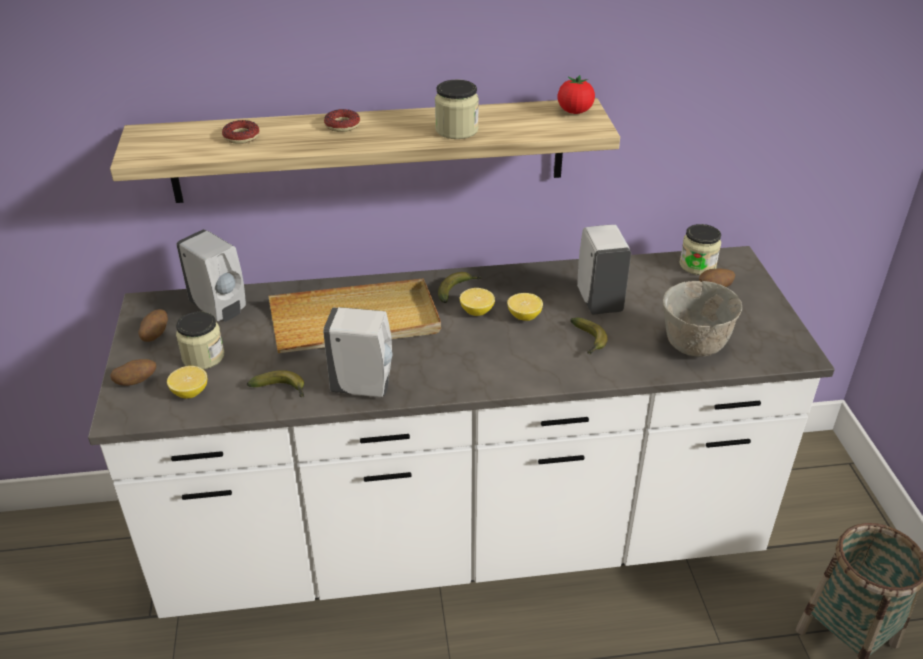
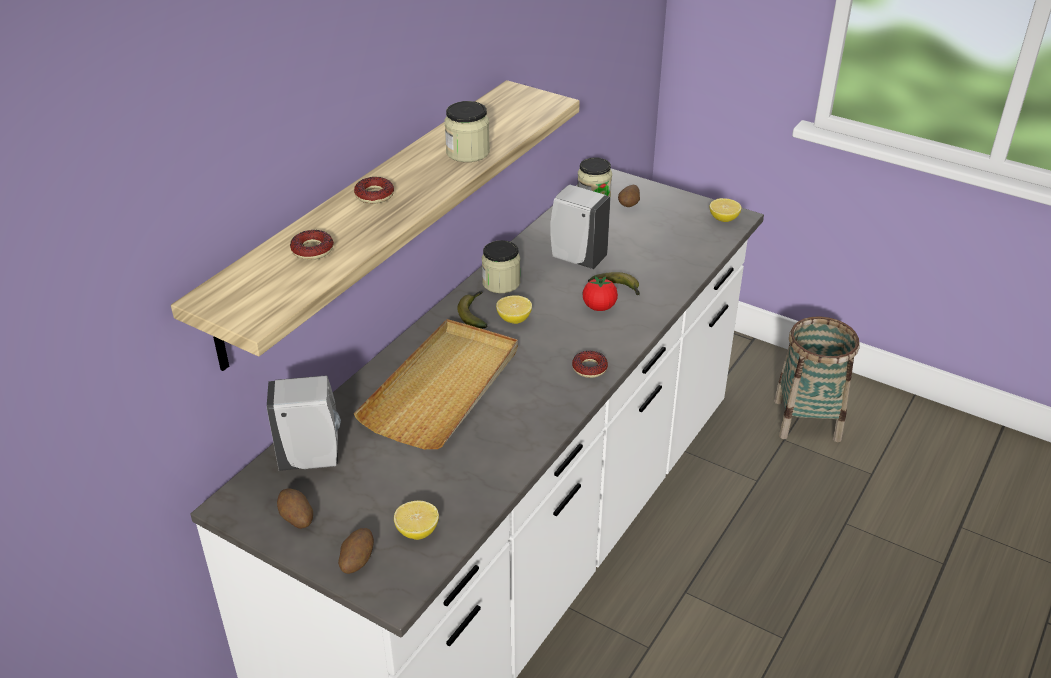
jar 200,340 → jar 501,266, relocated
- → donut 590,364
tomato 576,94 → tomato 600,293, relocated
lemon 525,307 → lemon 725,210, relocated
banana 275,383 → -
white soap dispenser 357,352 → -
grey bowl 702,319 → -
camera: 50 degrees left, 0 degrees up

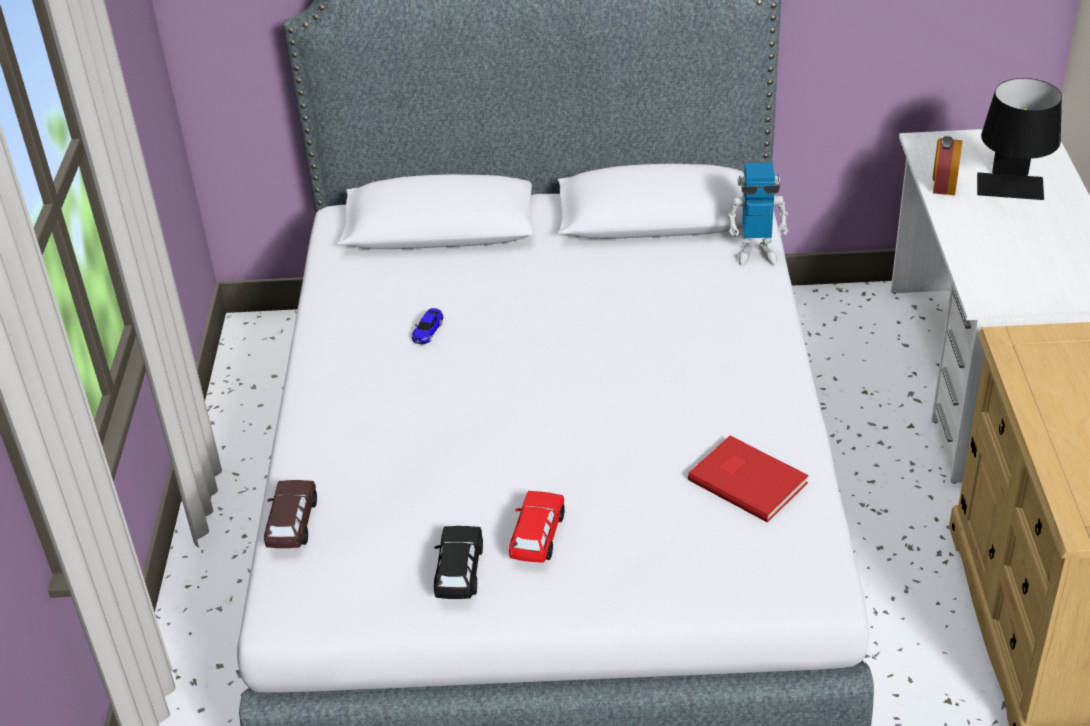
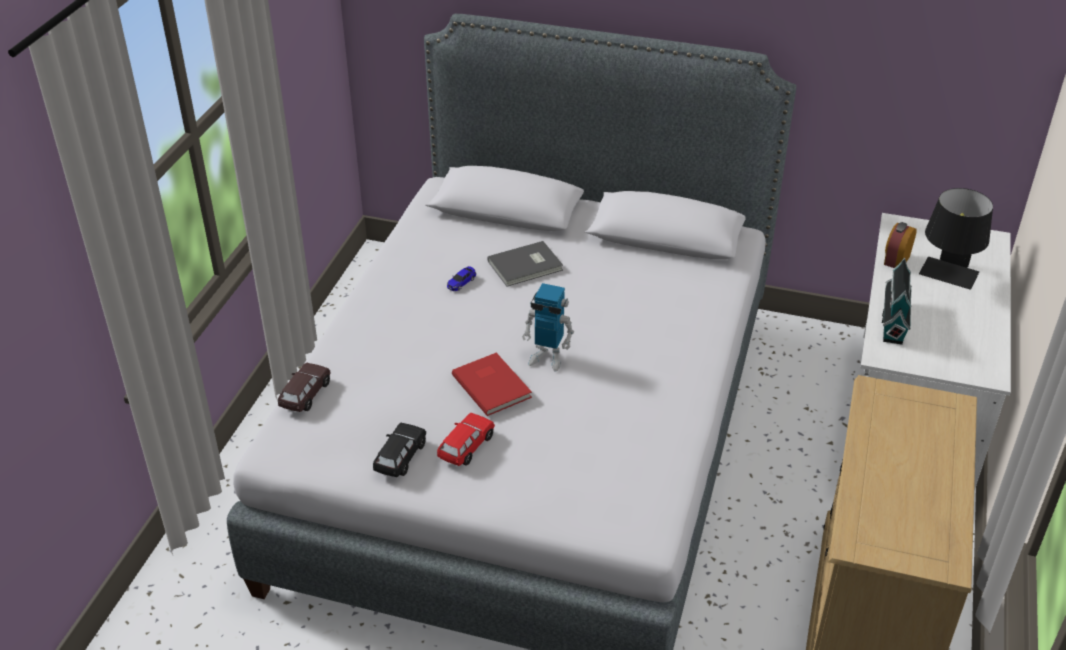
red book 748,479 → red book 492,384, relocated
- → grey book 525,263
toy robot 757,214 → toy robot 548,327, relocated
- → toy house 897,301
camera: 15 degrees right, 0 degrees up

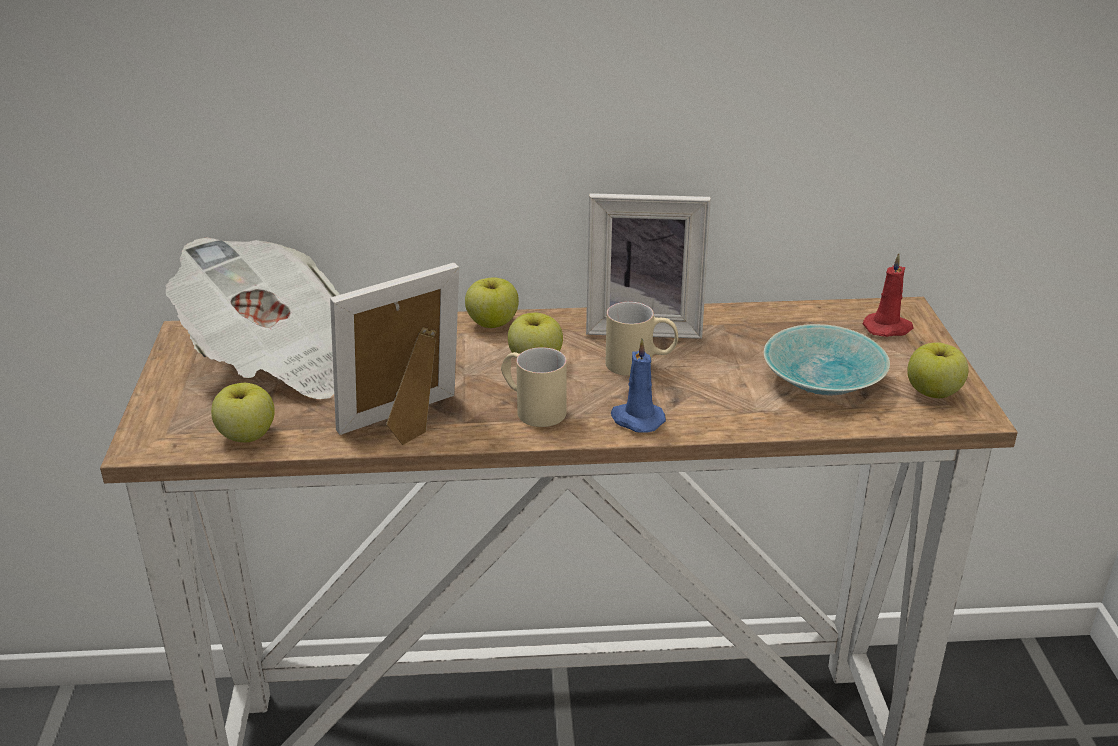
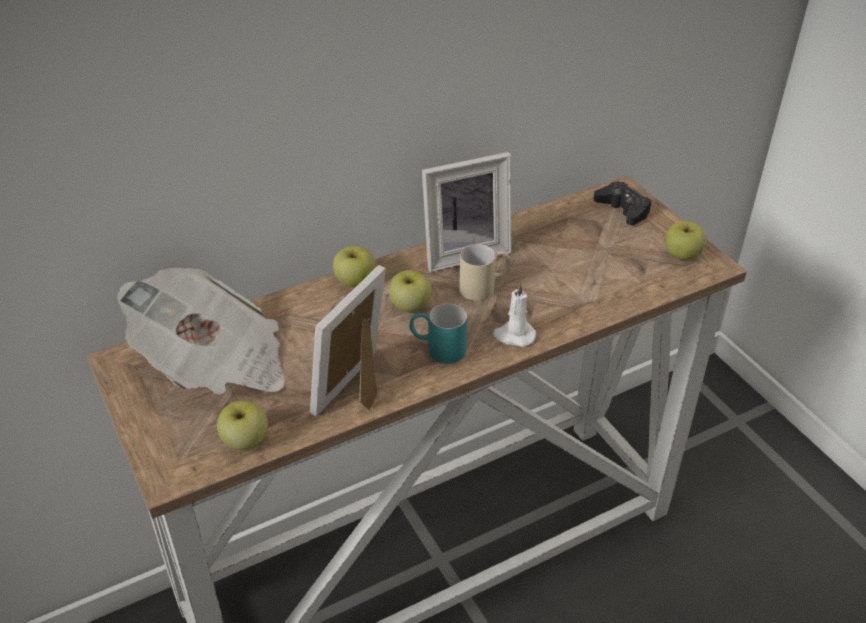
beige mug 534,387 → turquoise mug 438,333
blue candle 638,385 → white candle 514,314
red candle 888,295 → black game controller 622,203
turquoise bowl 827,360 → -
camera: 25 degrees left, 10 degrees up

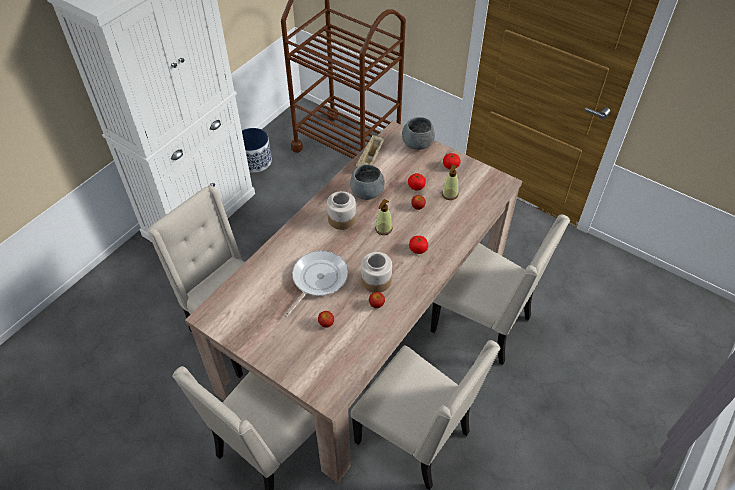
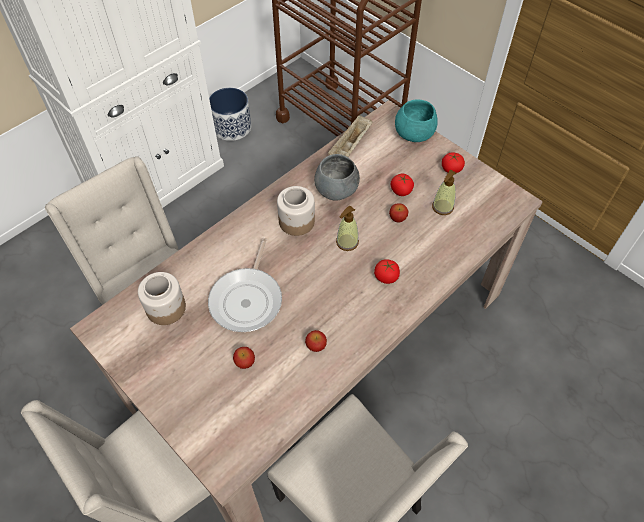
jar 376,272 → jar 162,298, relocated
frying pan 316,284 → frying pan 245,285, 150 degrees clockwise
grey bowl 418,133 → turquoise bowl 416,120
beige chair 500,289 → -
camera: 10 degrees right, 5 degrees up

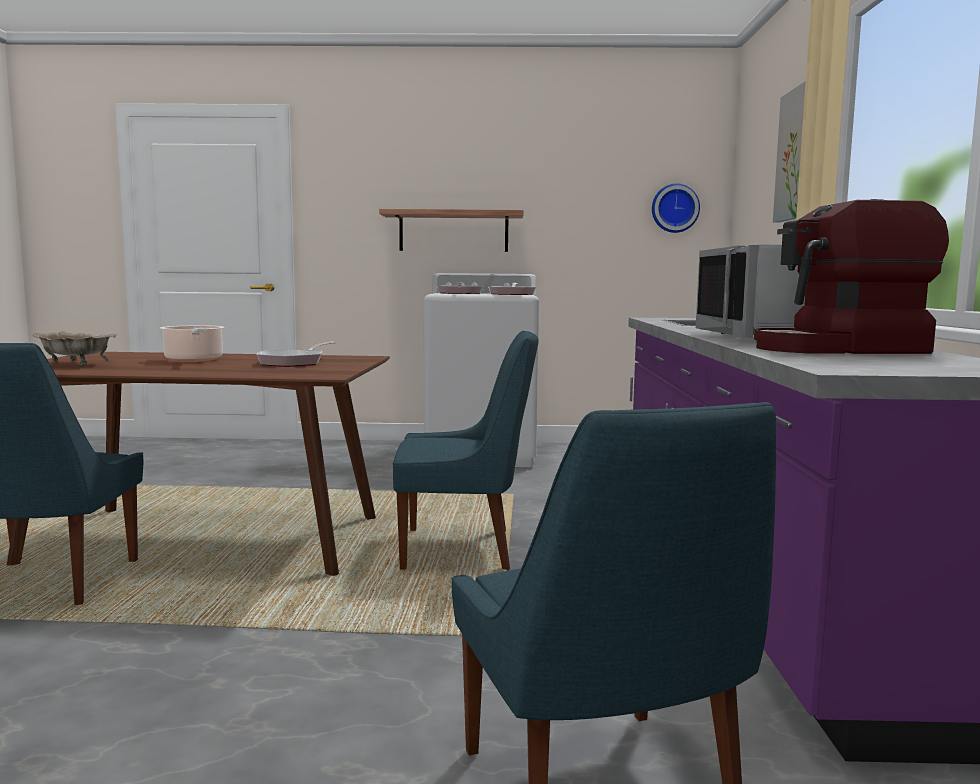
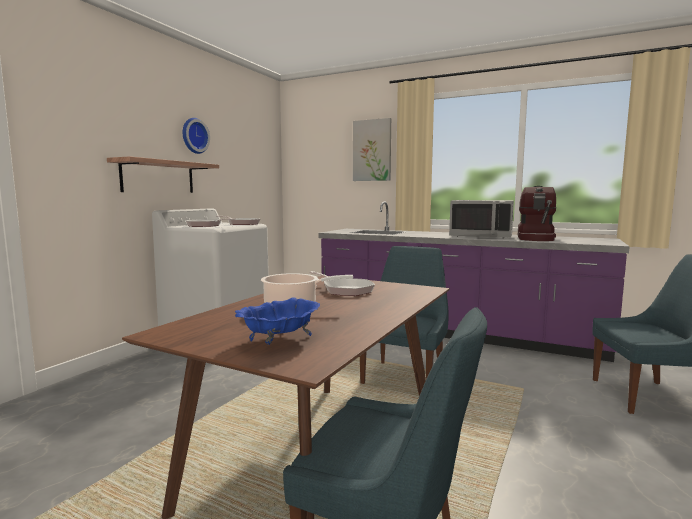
wall clock 676,208 → wall clock 196,136, relocated
beige bowl 75,348 → blue bowl 277,321
camera: 65 degrees left, 0 degrees up

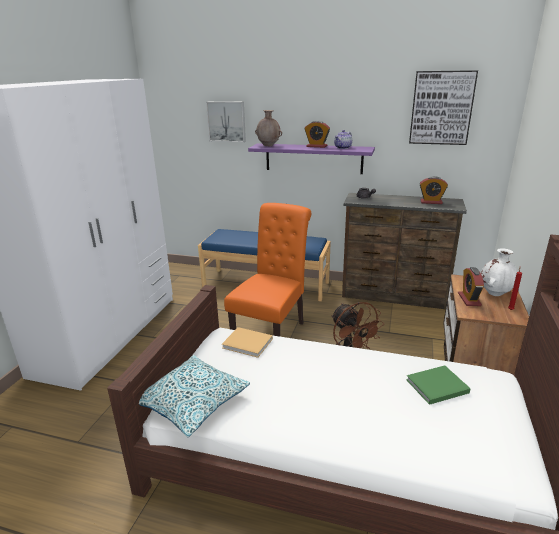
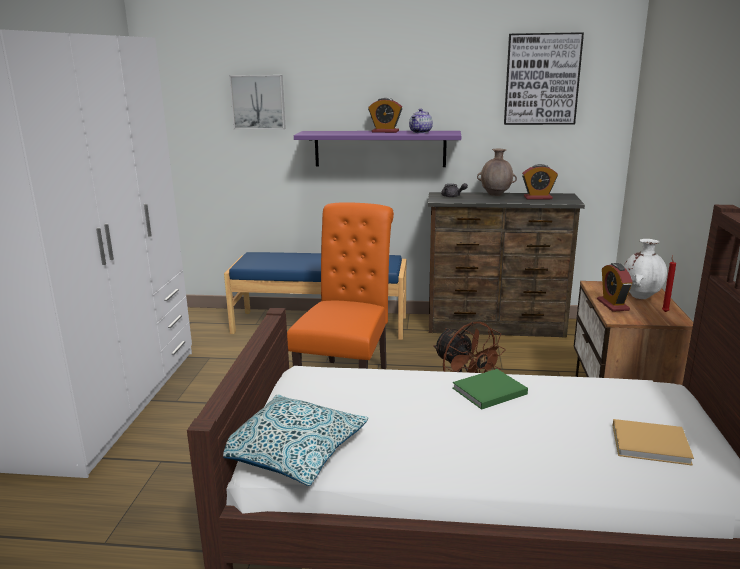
green book 438,385 → green book 490,389, relocated
brown vase 268,128 → brown vase 497,172, relocated
beige book 247,342 → beige book 653,442, relocated
camera: 10 degrees left, 5 degrees down

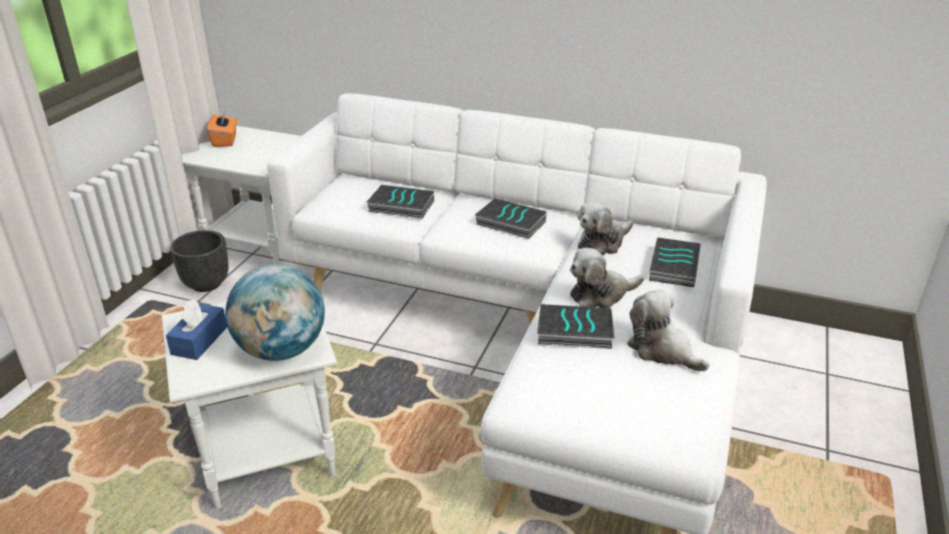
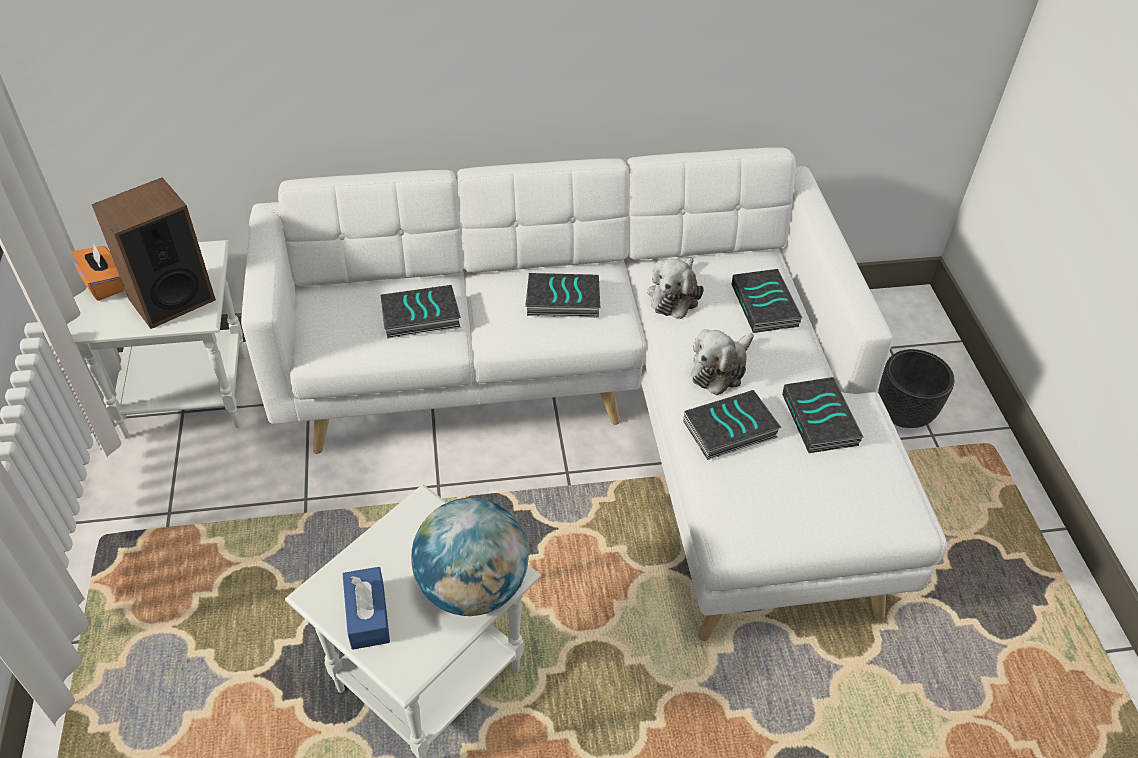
- → speaker 154,253
plush toy 668,330 → book 823,415
black planter 199,261 → black planter 916,388, relocated
camera: 30 degrees left, 15 degrees up

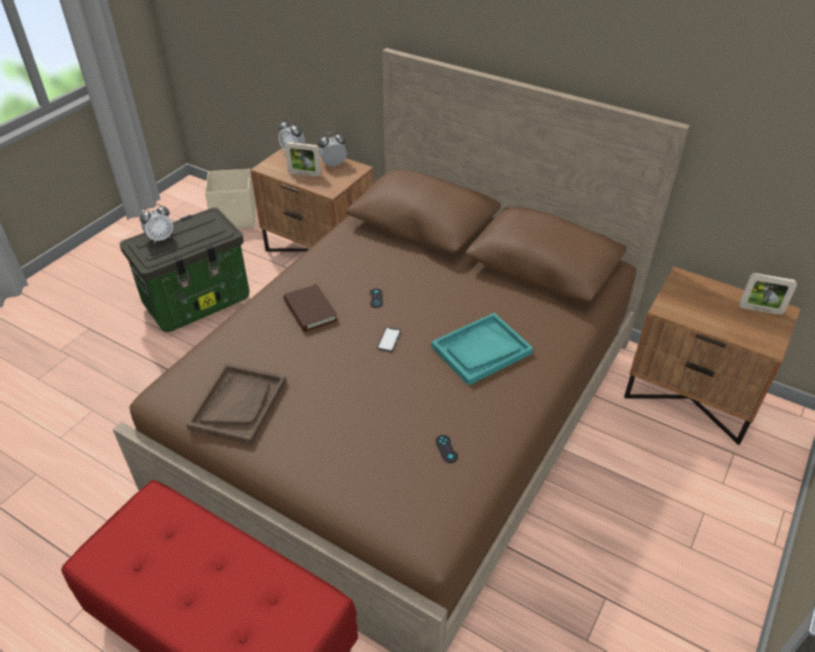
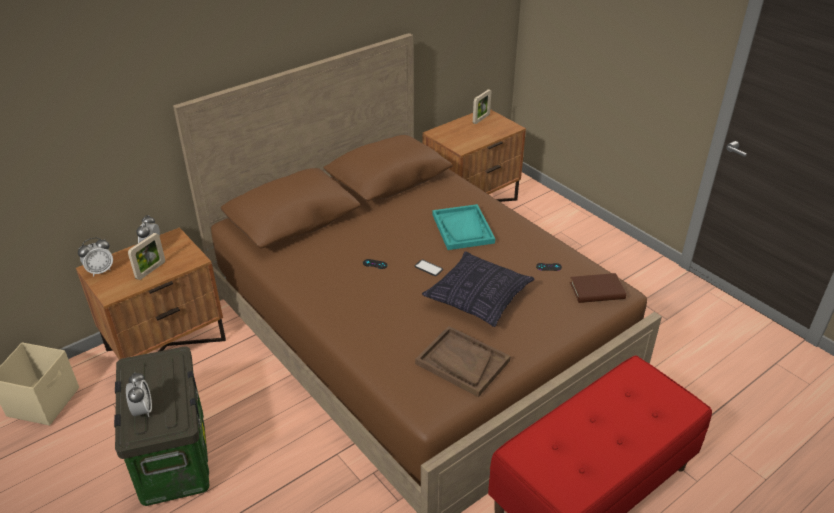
- → pillow 478,289
brown book 310,308 → brown book 598,288, relocated
camera: 70 degrees left, 5 degrees down

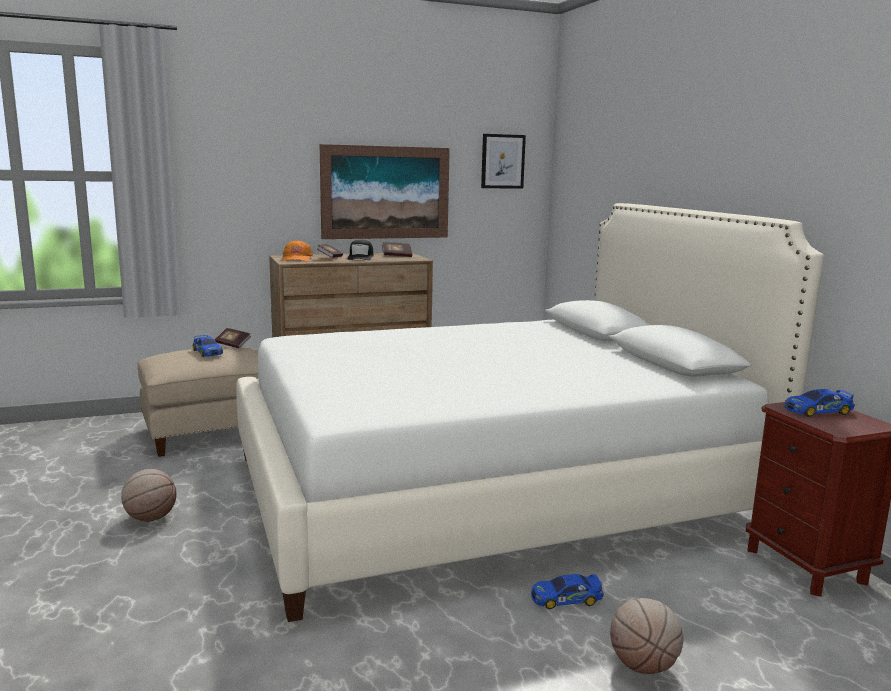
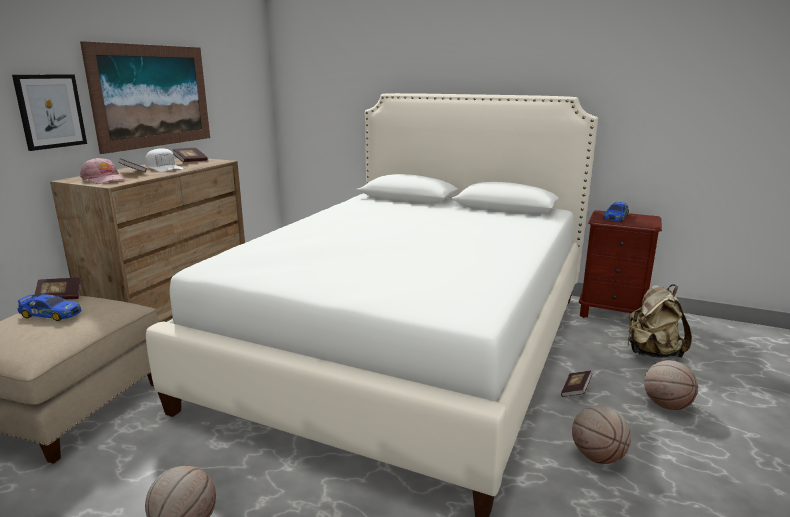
picture 503,161 → picture 49,112, relocated
orange cap 298,250 → pink cap 102,170
black cap 360,250 → white cap 164,160
toy car 567,591 → book 576,384
- → basketball 601,434
- → beige backpack 659,321
camera: 45 degrees left, 5 degrees up

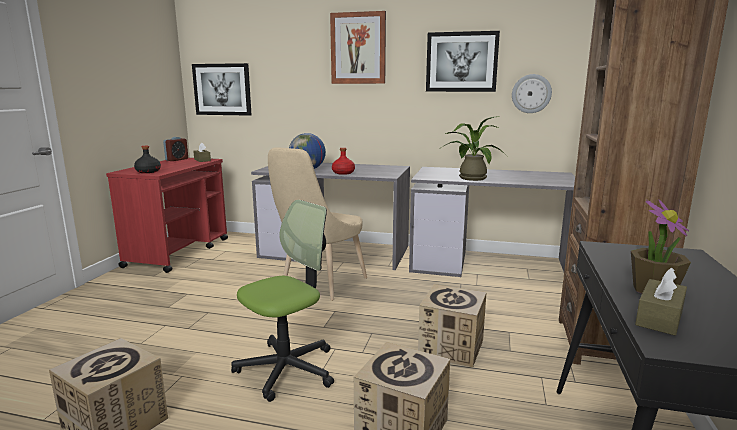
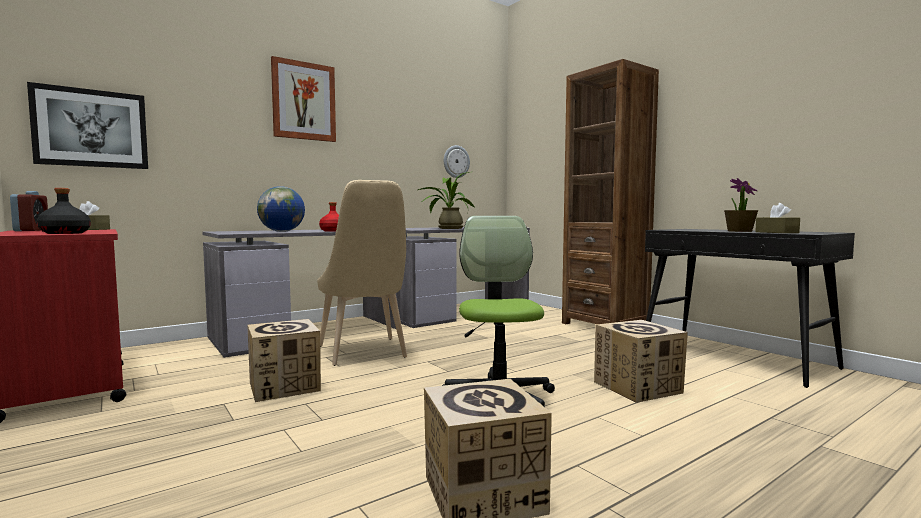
cardboard box 452,325 → cardboard box 284,360, relocated
picture 463,61 → -
camera: 50 degrees left, 10 degrees down

